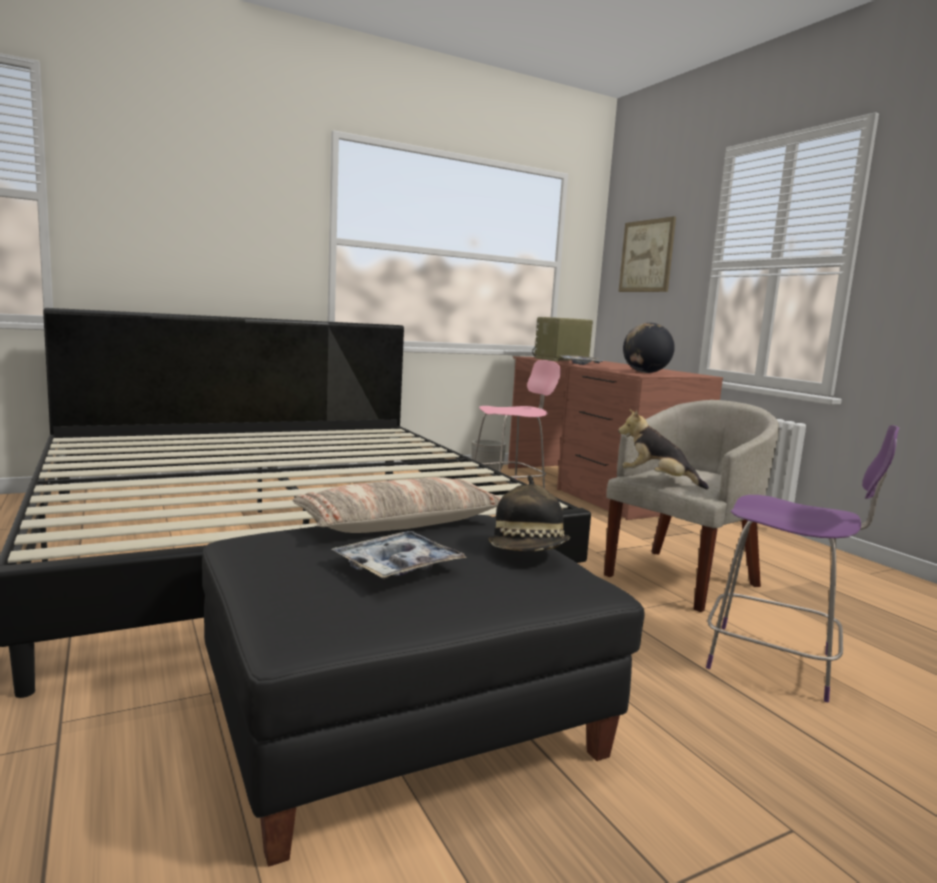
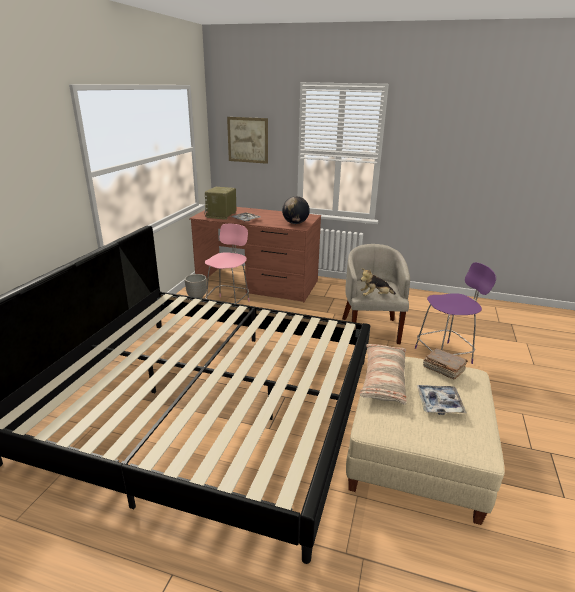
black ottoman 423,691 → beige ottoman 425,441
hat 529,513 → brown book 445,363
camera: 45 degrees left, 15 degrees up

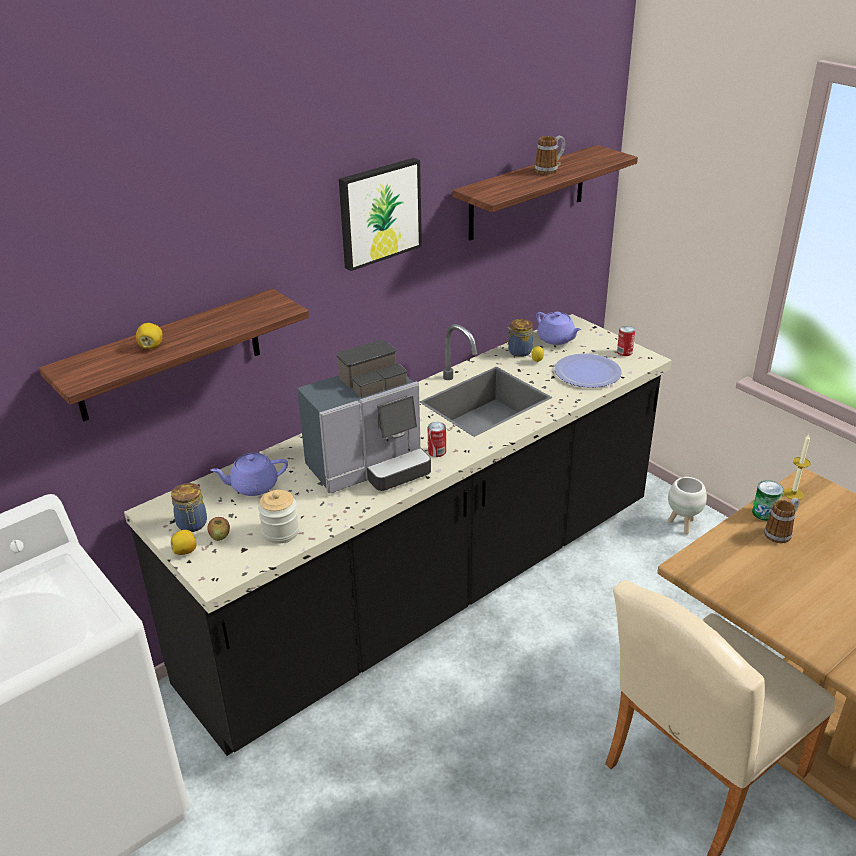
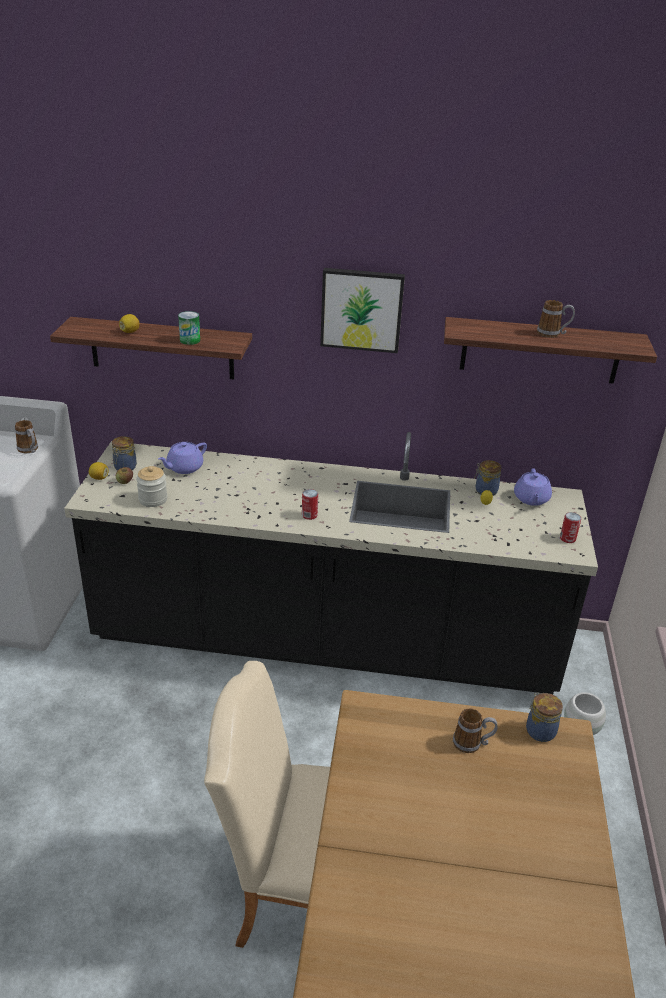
- → mug 26,436
purple teapot 249,474 → purple teapot 182,458, 75 degrees counterclockwise
can 768,500 → can 189,328, relocated
candle 797,467 → jar 544,717
coffee machine 364,416 → -
plate 588,370 → -
camera: 45 degrees right, 0 degrees up

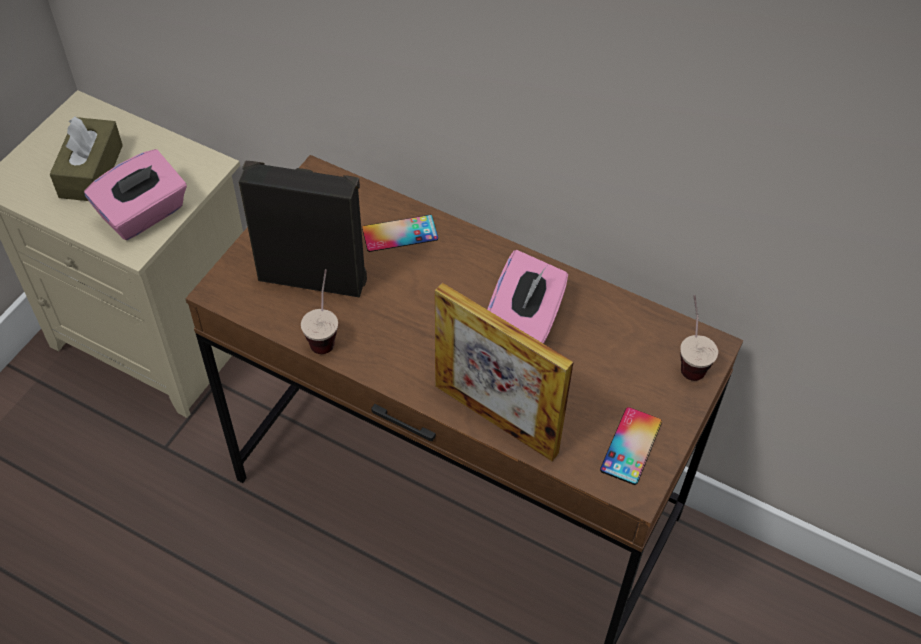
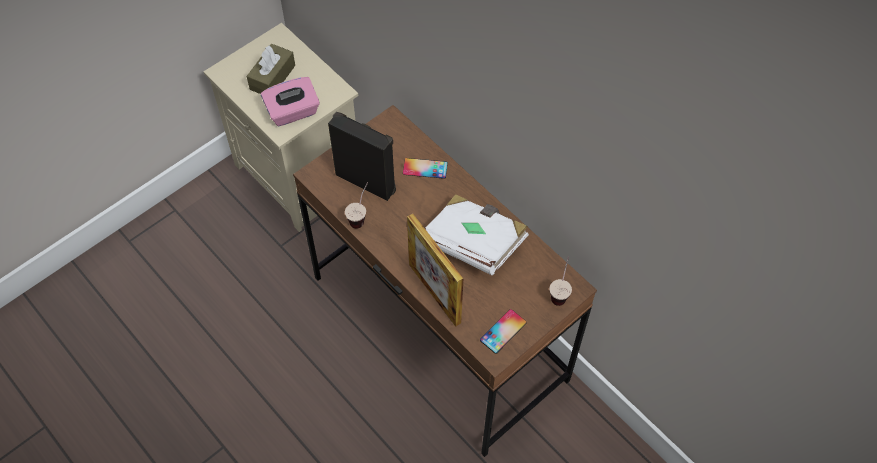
pink tissue box 527,297 → white book 477,235
camera: 20 degrees right, 5 degrees up

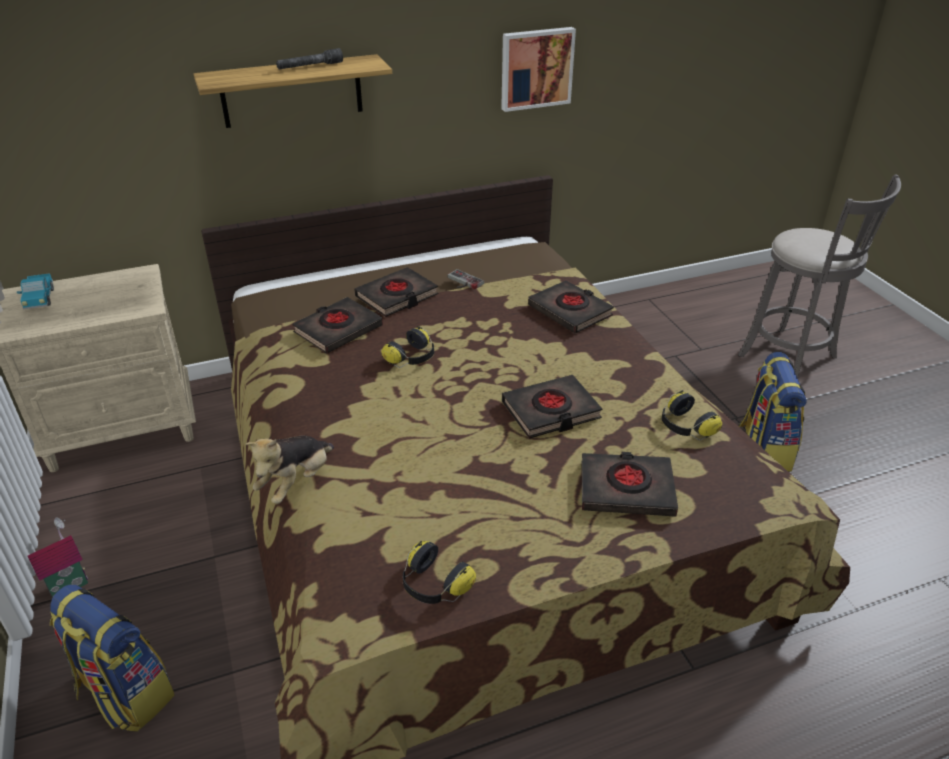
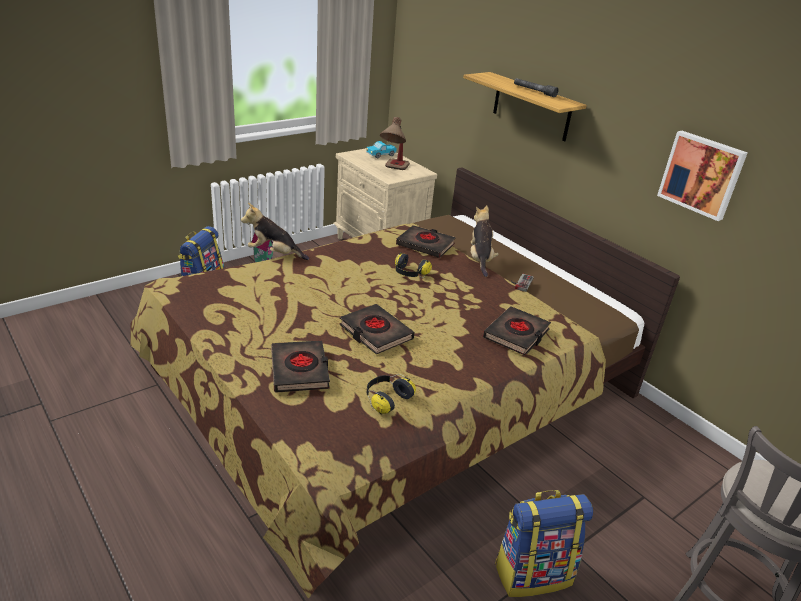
- → table lamp 395,143
black book 396,292 → plush toy 485,241
headphones 439,572 → -
camera: 70 degrees right, 5 degrees down

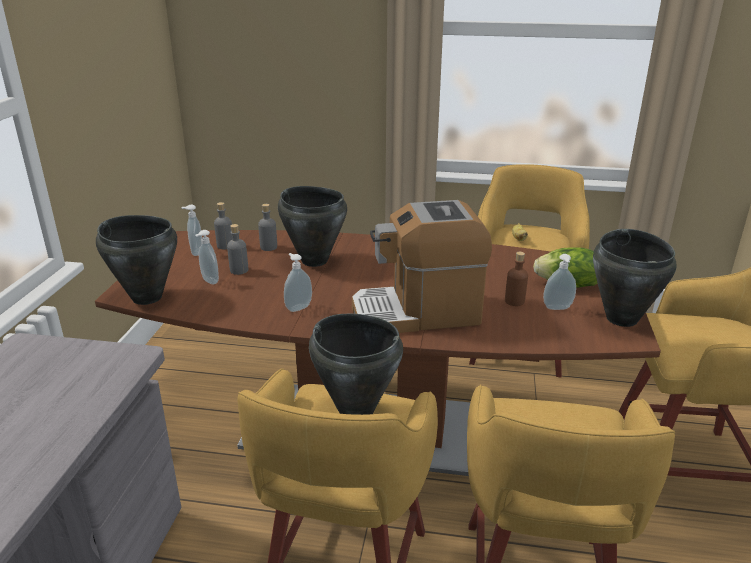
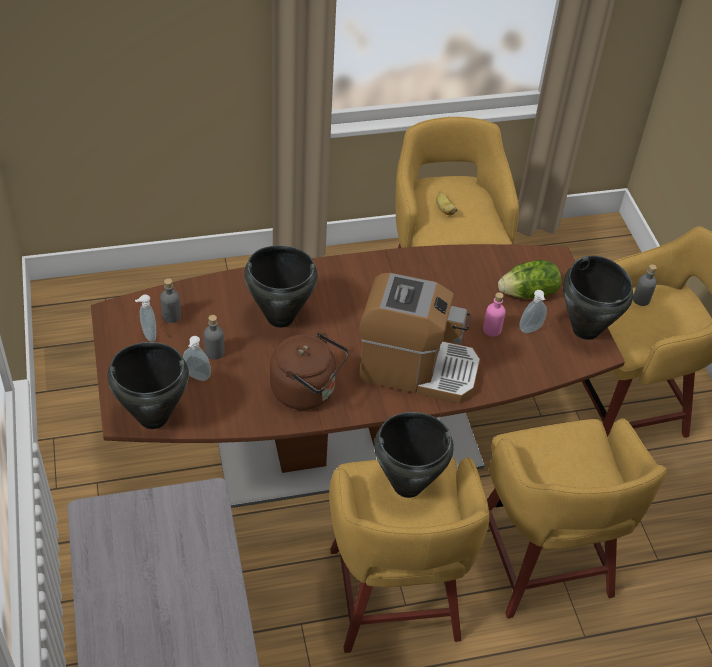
soap dispenser 298,282 → brown kettle 309,371
coffee machine 422,266 → coffee machine 419,338, 135 degrees counterclockwise
brown bottle 516,279 → pink bottle 494,314
grey bottle 267,227 → grey bottle 645,285, relocated
camera: 25 degrees left, 20 degrees up

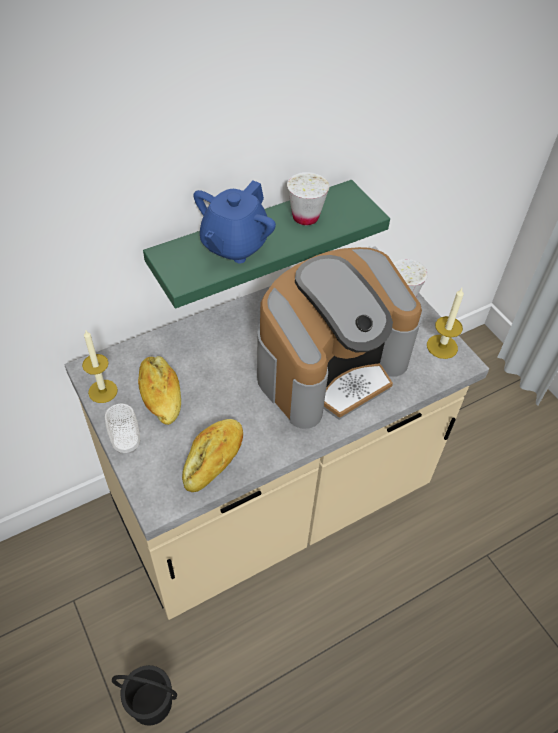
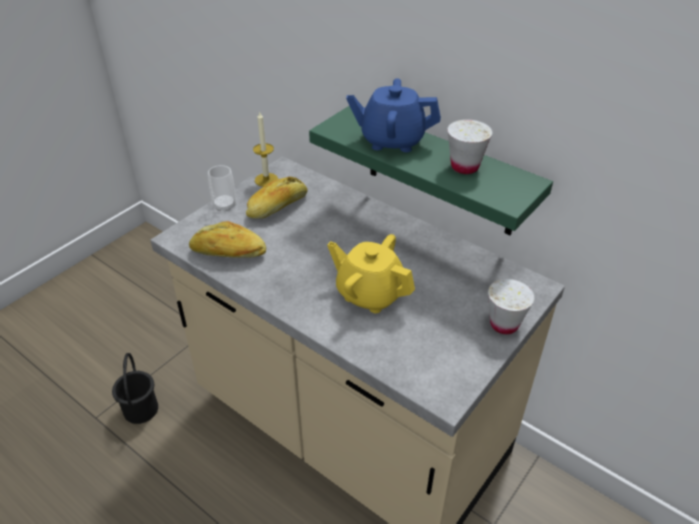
coffee machine 339,338 → yellow teapot 371,273
candle 445,323 → -
camera: 70 degrees right, 10 degrees down

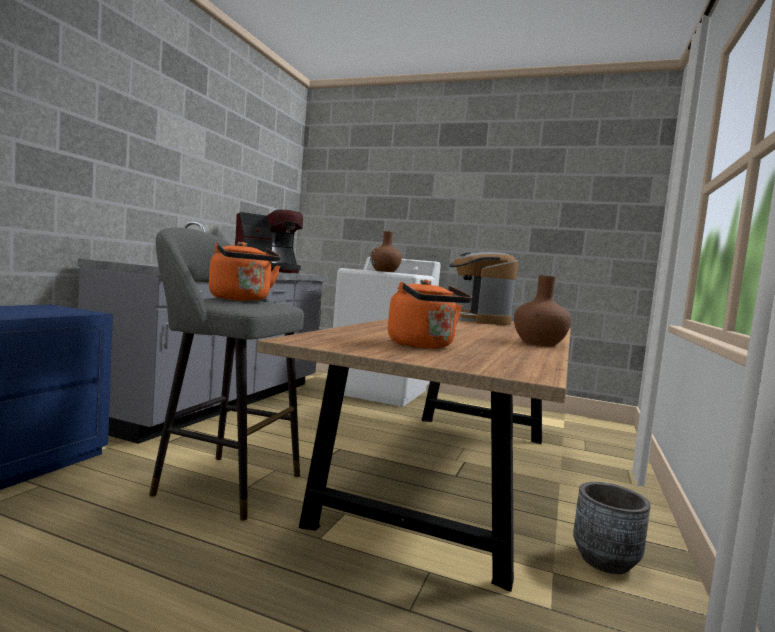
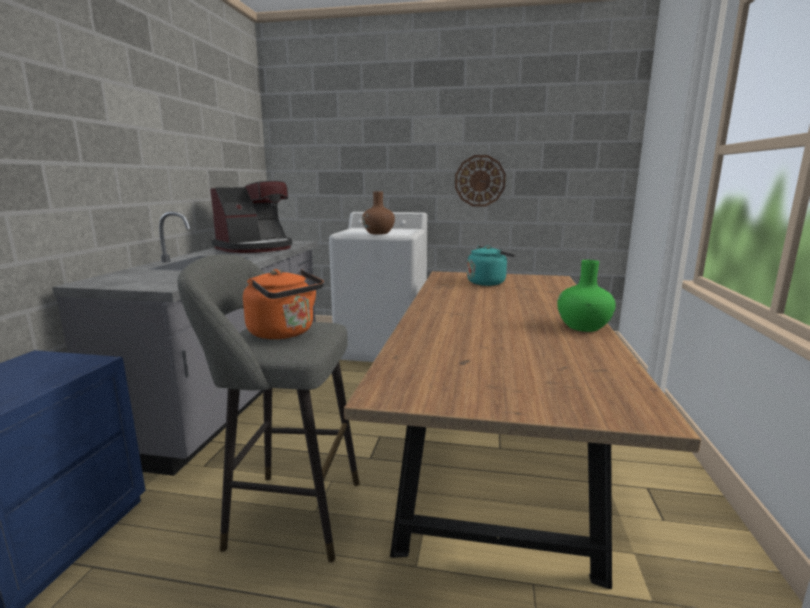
- → wall clock 480,181
coffee machine 483,288 → turquoise kettle 491,266
brown vase 542,310 → green vase 586,296
orange kettle 430,314 → -
grey planter 612,528 → -
camera: 10 degrees left, 10 degrees up

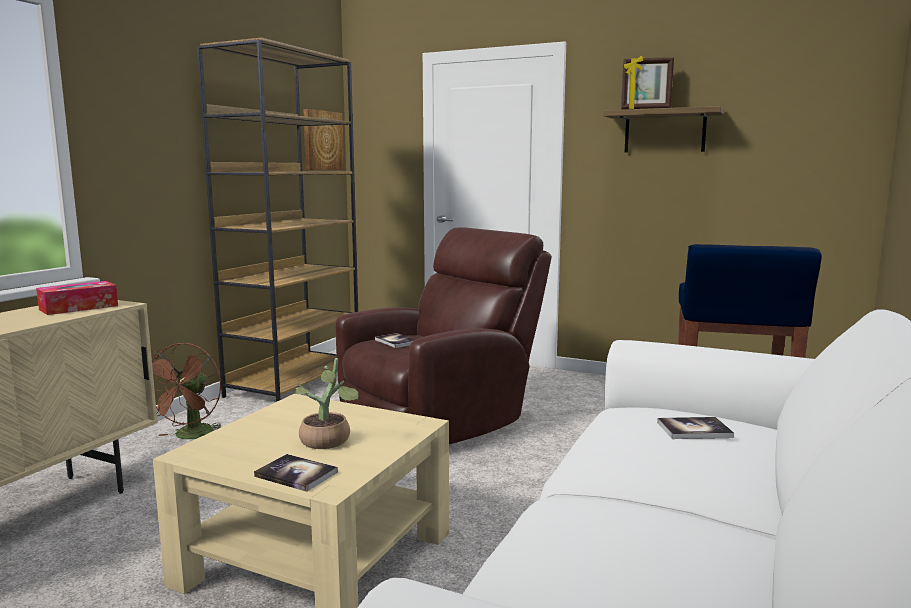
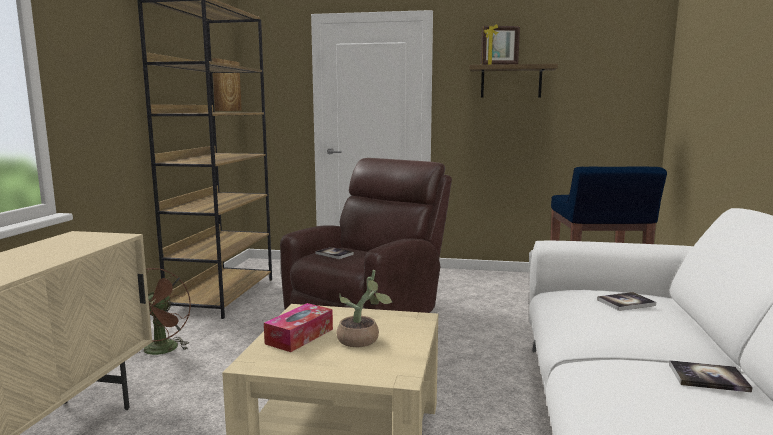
tissue box 77,298 → tissue box 298,327, relocated
book 296,473 → book 711,376, relocated
camera: 15 degrees left, 0 degrees up

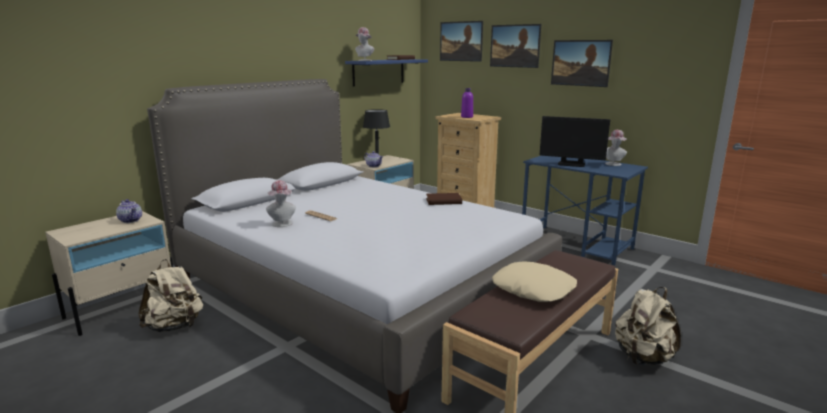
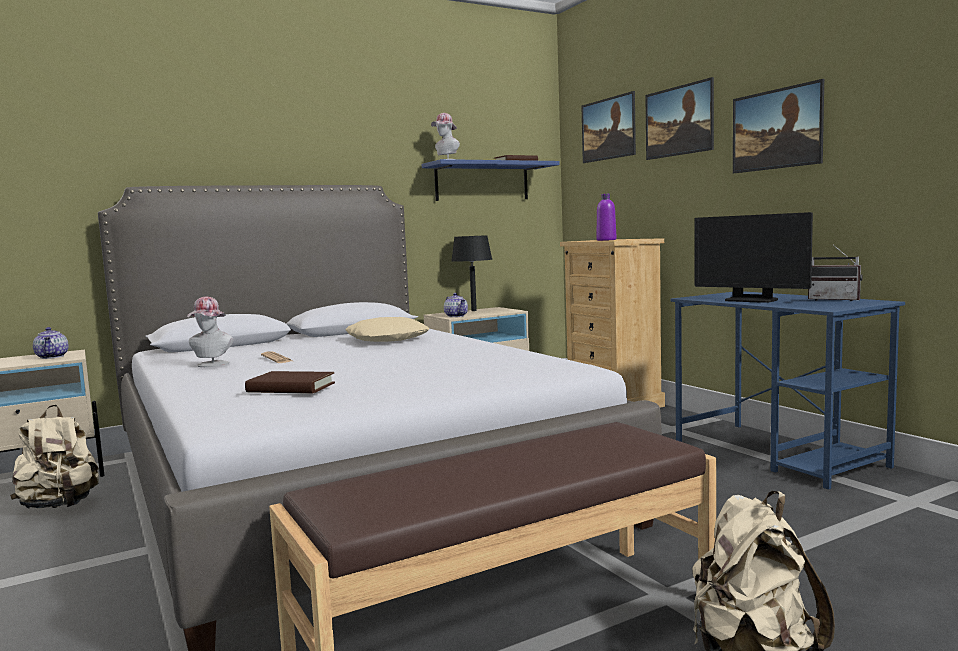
brown book 444,199 → brown book 290,382, relocated
beige pillow 534,281 → beige pillow 387,329, relocated
hat 616,148 → radio 835,273
camera: 20 degrees right, 10 degrees down

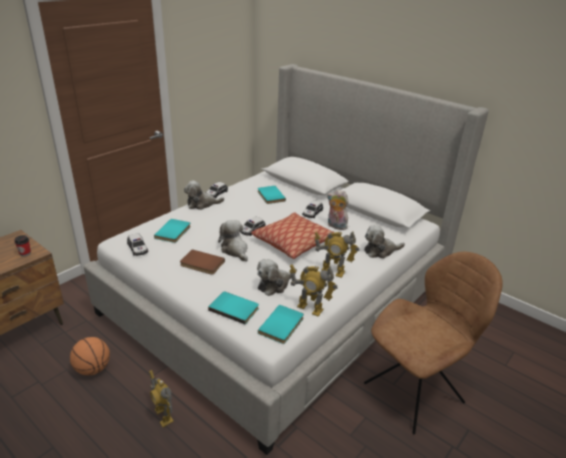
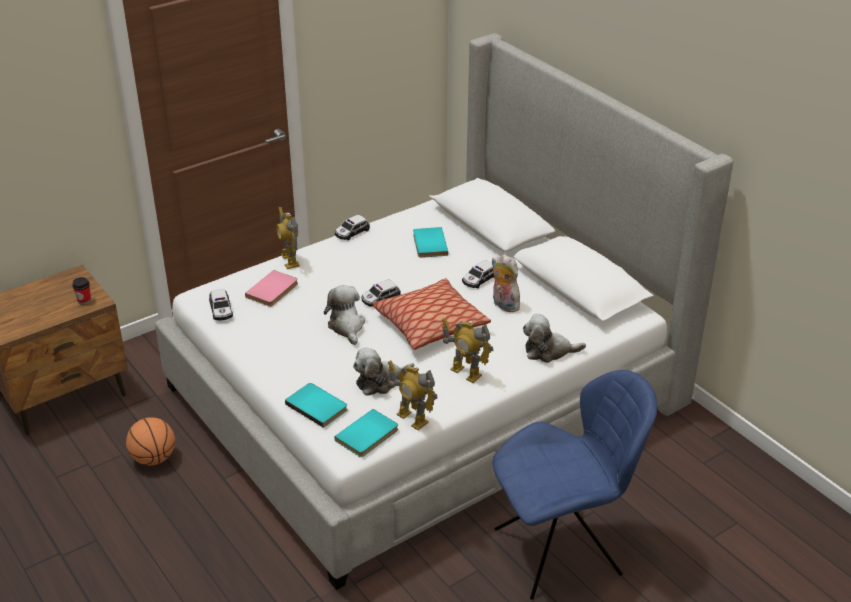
turquoise book 172,231 → pink book 271,288
toy robot 161,398 → toy robot 288,238, relocated
brown chair 433,343 → blue chair 574,485
brown book 202,262 → -
plush toy 204,195 → -
camera: 15 degrees right, 5 degrees up

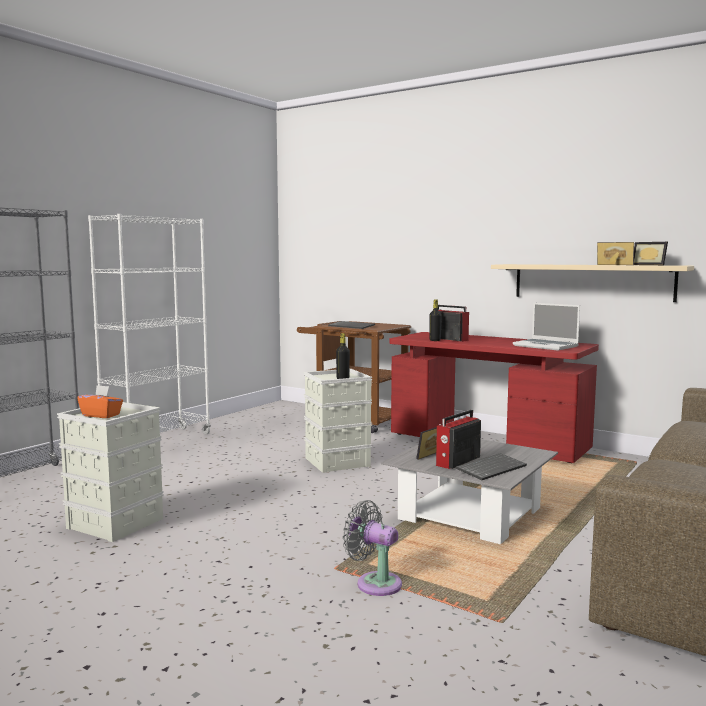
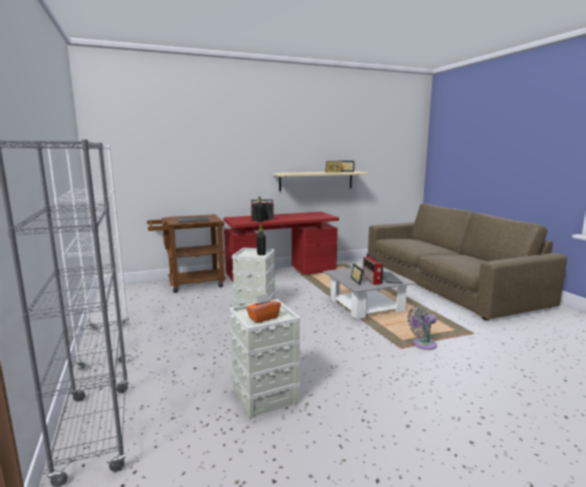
laptop 546,326 → -
camera: 55 degrees left, 5 degrees up

